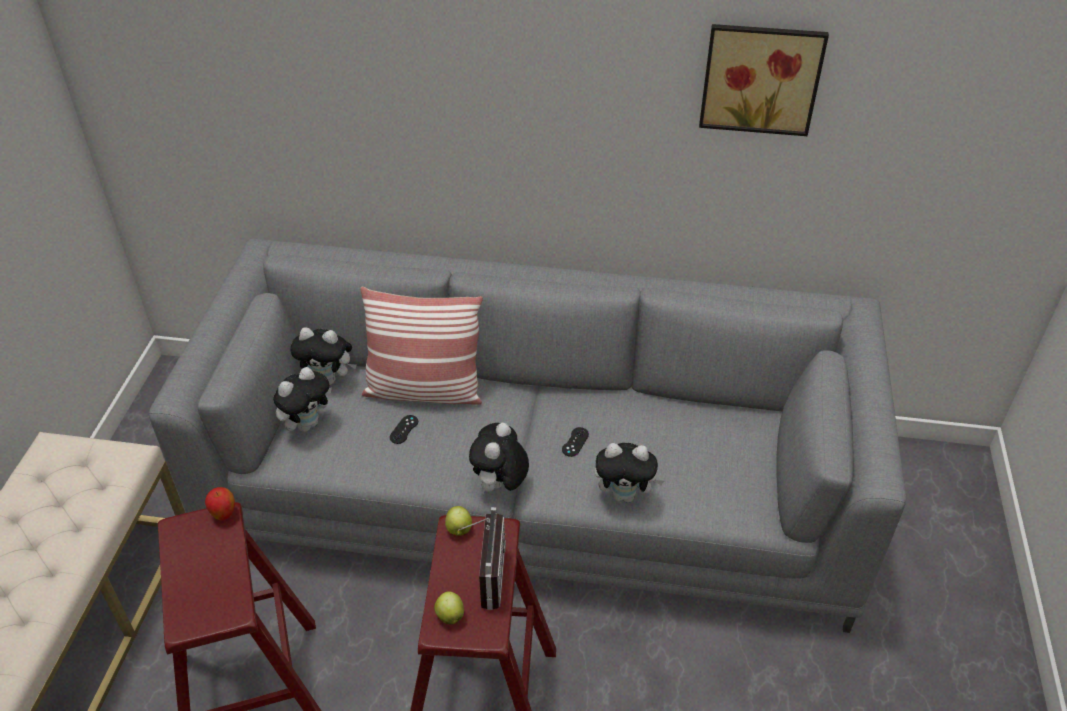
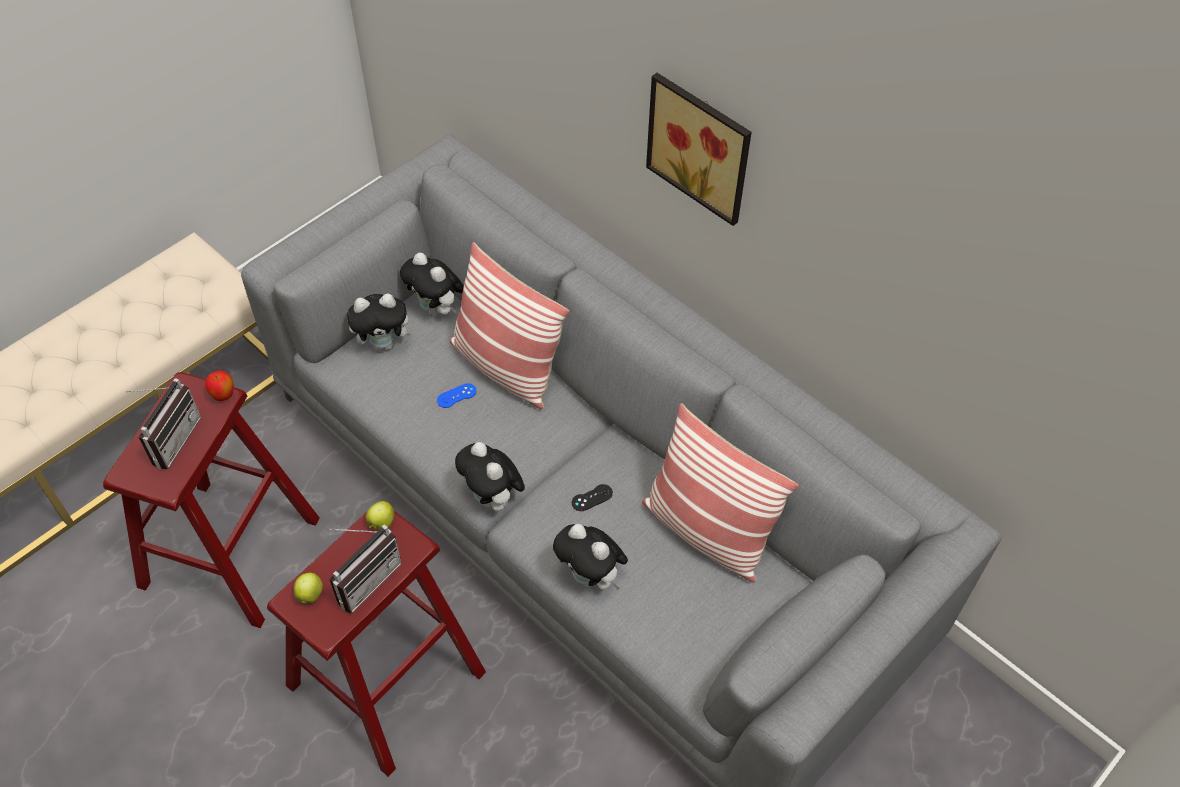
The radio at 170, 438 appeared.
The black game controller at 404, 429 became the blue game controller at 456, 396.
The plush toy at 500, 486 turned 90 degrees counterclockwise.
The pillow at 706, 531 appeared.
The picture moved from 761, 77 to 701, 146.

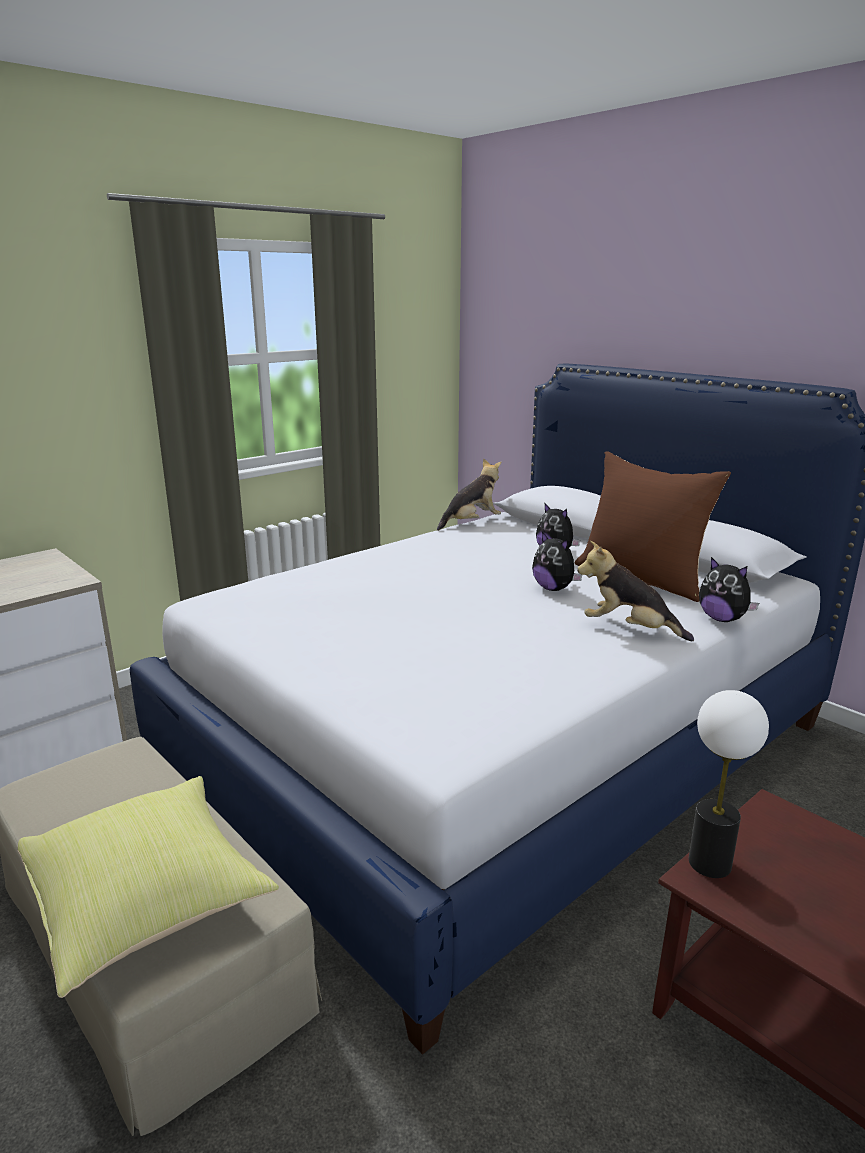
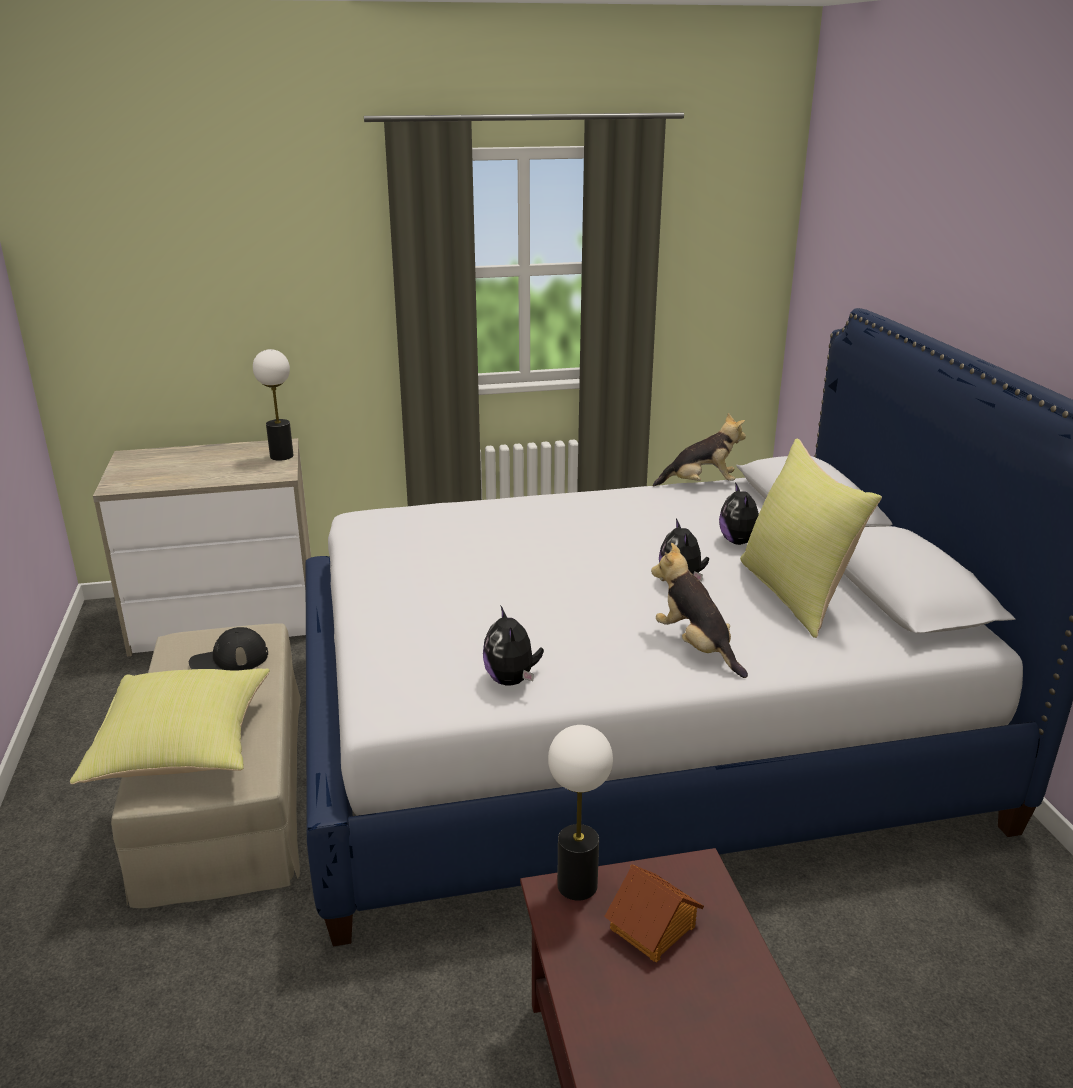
The black cap at 229, 660 appeared.
The table lamp at 281, 456 appeared.
The plush toy moved from 722, 619 to 512, 680.
The toy house at 653, 928 appeared.
The brown pillow at 643, 578 became the yellow pillow at 796, 594.

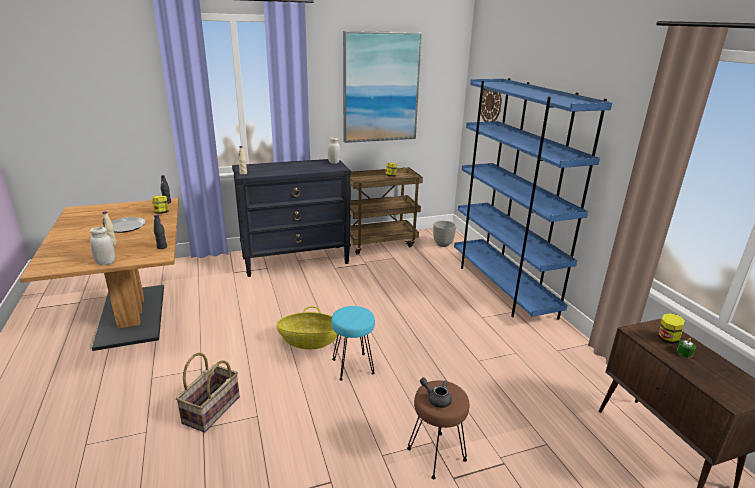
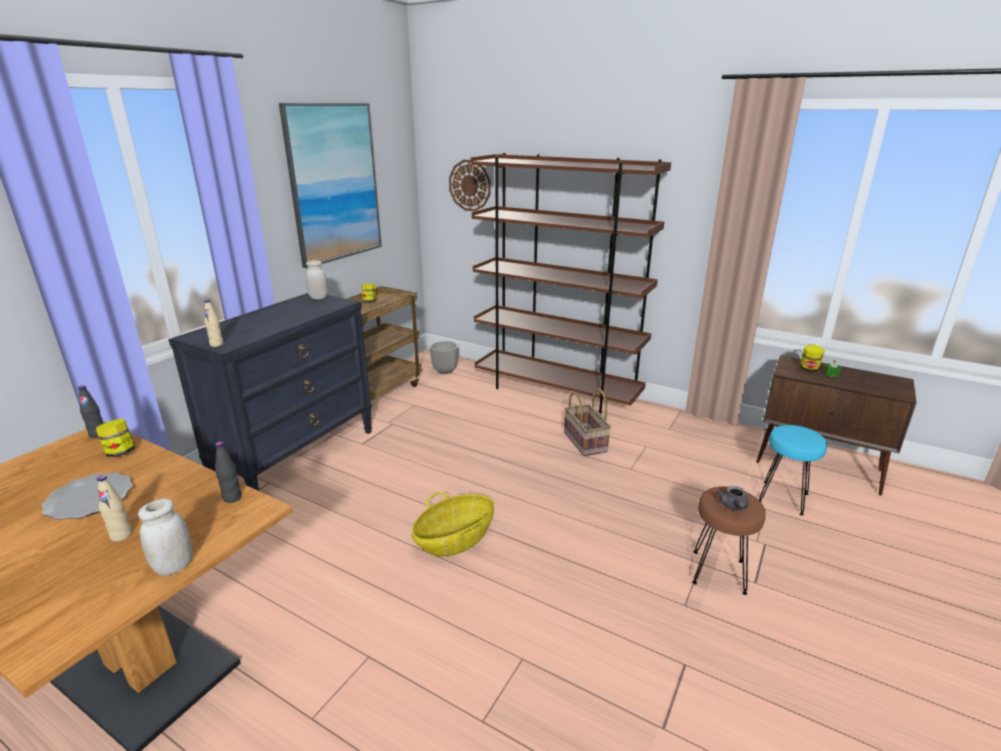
The blue bookcase at 502, 288 became the brown bookcase at 556, 392.
The basket moved from 212, 410 to 586, 442.
The grey teapot at 436, 398 turned 75 degrees counterclockwise.
The turquoise stool moved from 353, 367 to 783, 498.

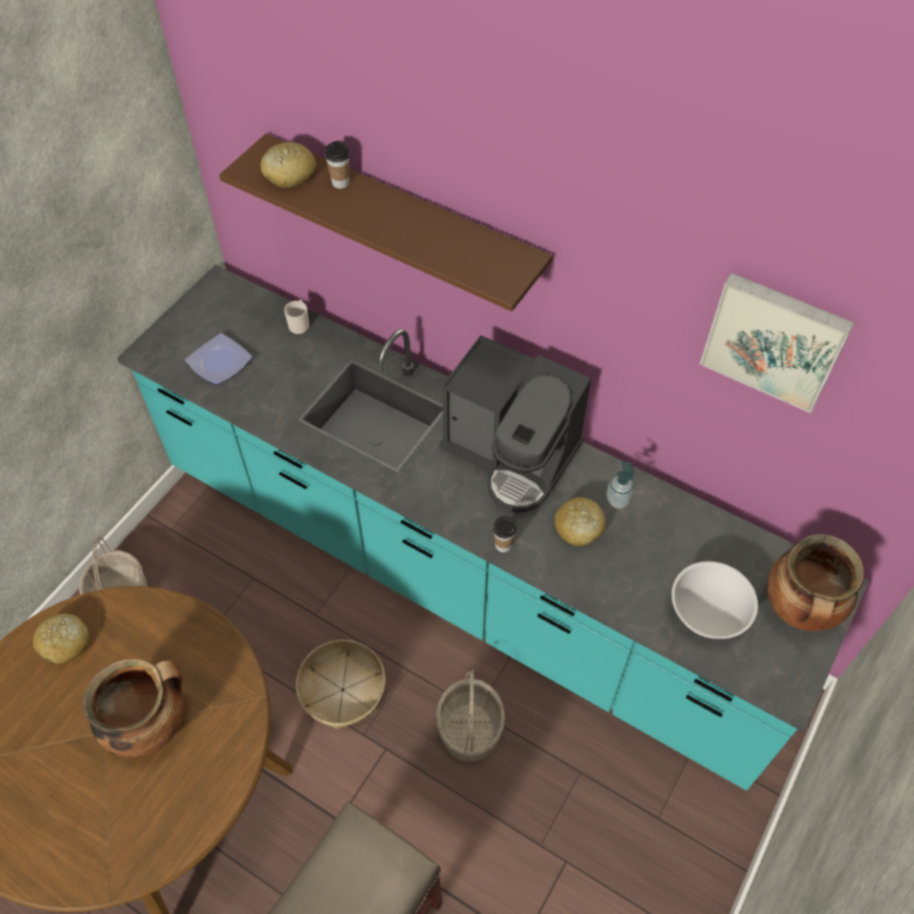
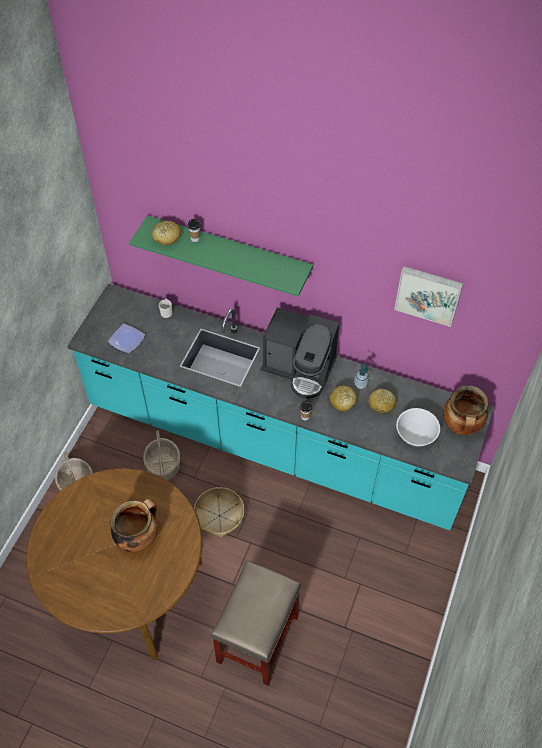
The brown shelf at 403, 219 became the green shelf at 229, 252.
The basket moved from 469, 728 to 163, 466.
The bread moved from 65, 643 to 381, 404.

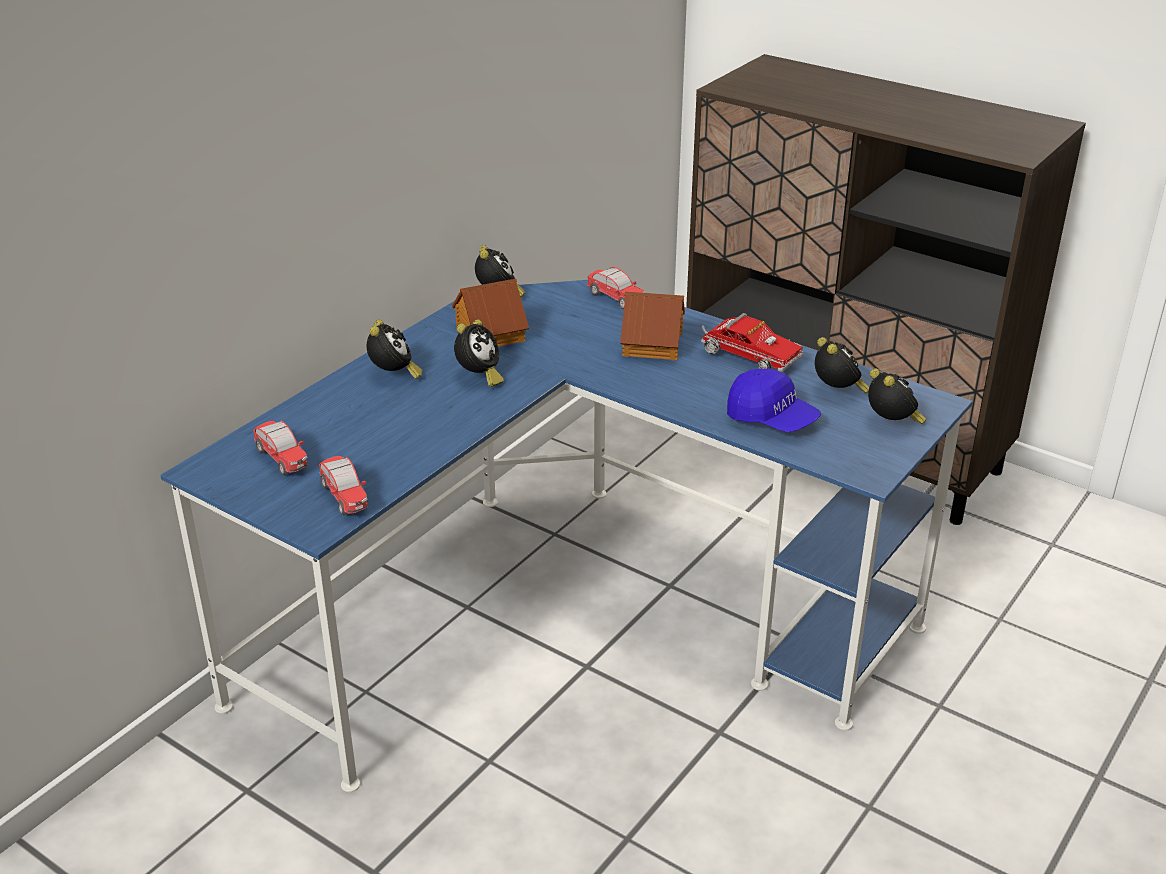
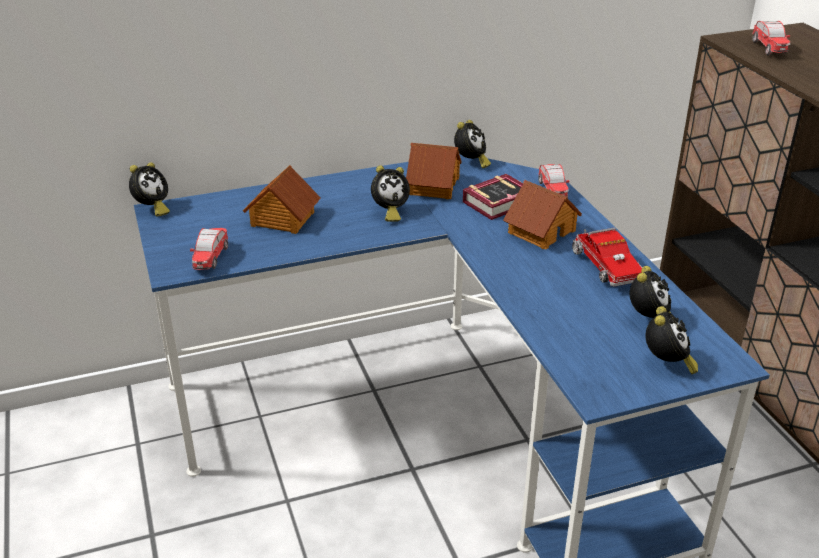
The alarm clock moved from 394, 375 to 152, 209.
The toy house at 282, 219 appeared.
The book at 501, 203 appeared.
The toy car moved from 282, 459 to 769, 48.
The blue cap at 771, 419 disappeared.

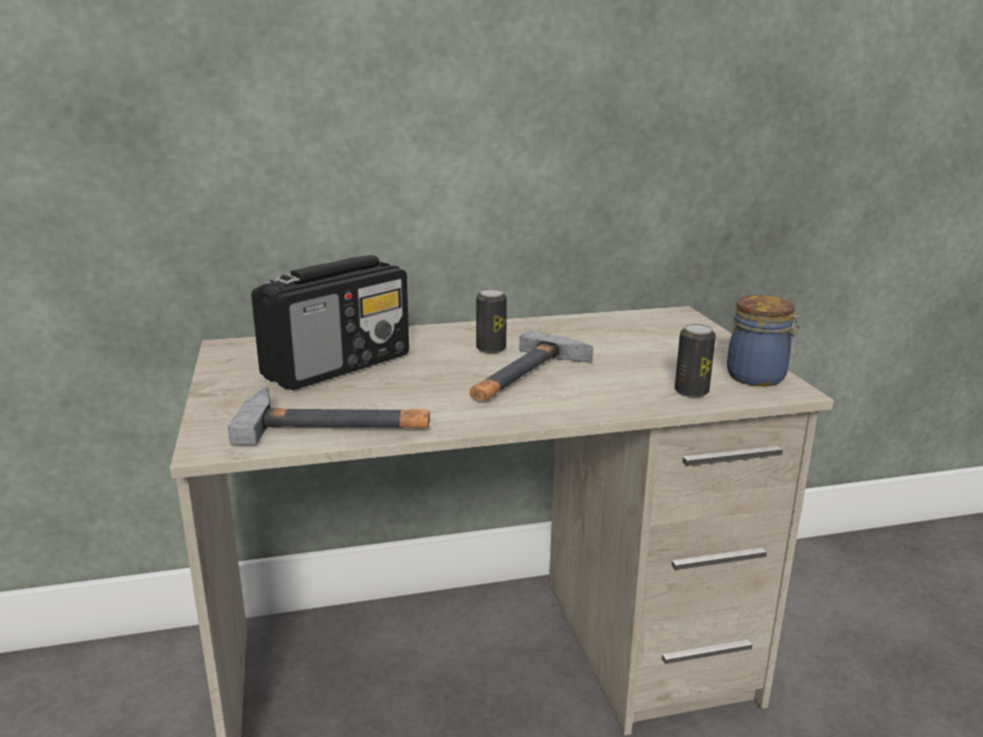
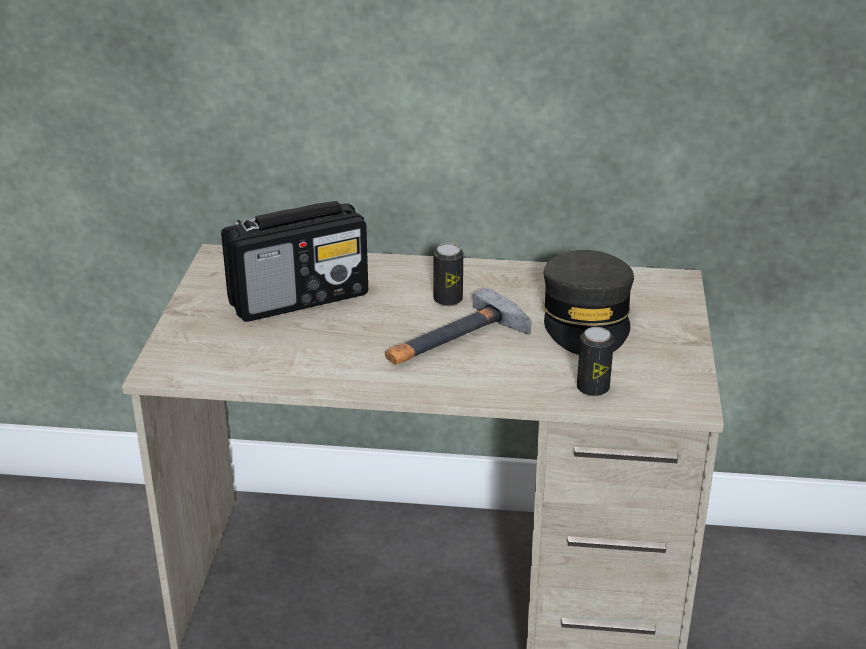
The grey cap at 587, 320 appeared.
The hammer at 336, 425 disappeared.
The jar at 758, 377 disappeared.

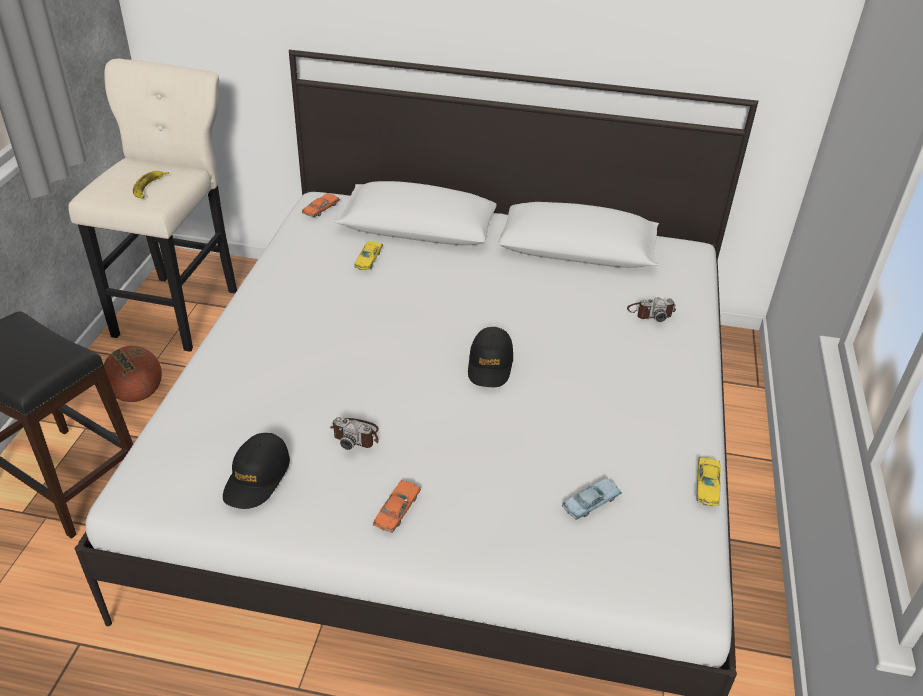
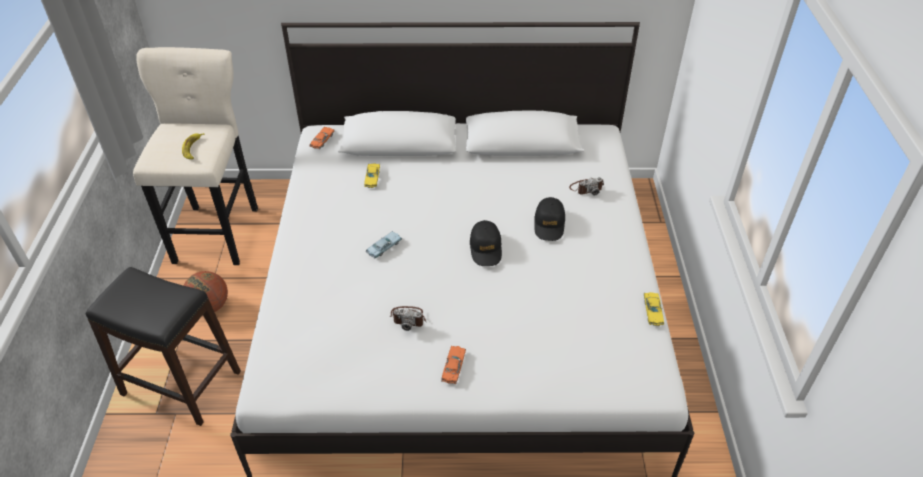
The blue toy car moved from 591, 502 to 384, 247.
The black cap moved from 257, 478 to 549, 224.

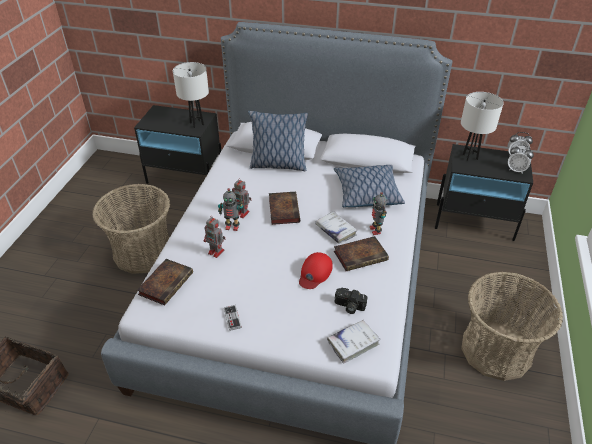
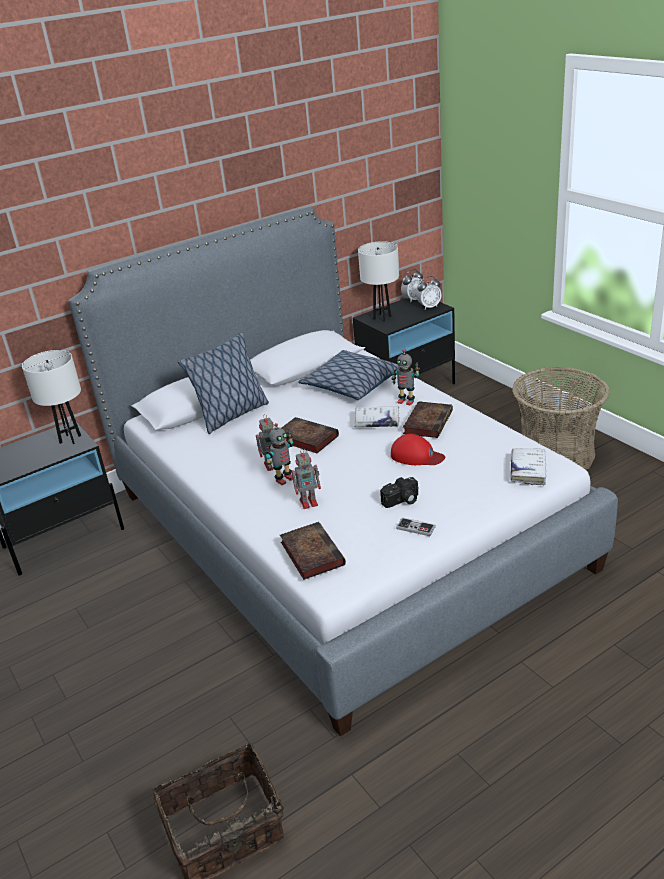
The photo camera moved from 349, 306 to 402, 501.
The red cap at 315, 273 turned 45 degrees counterclockwise.
The basket at 143, 252 disappeared.

